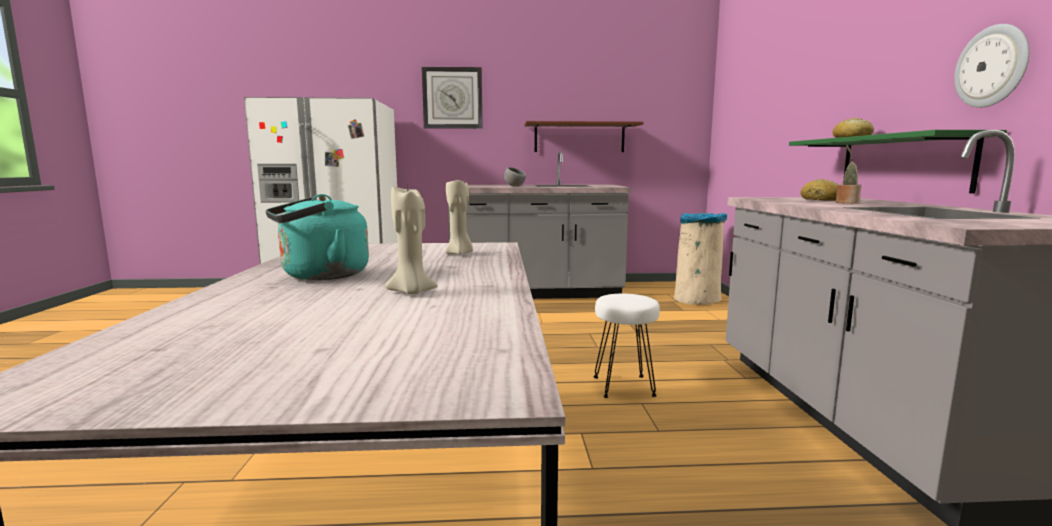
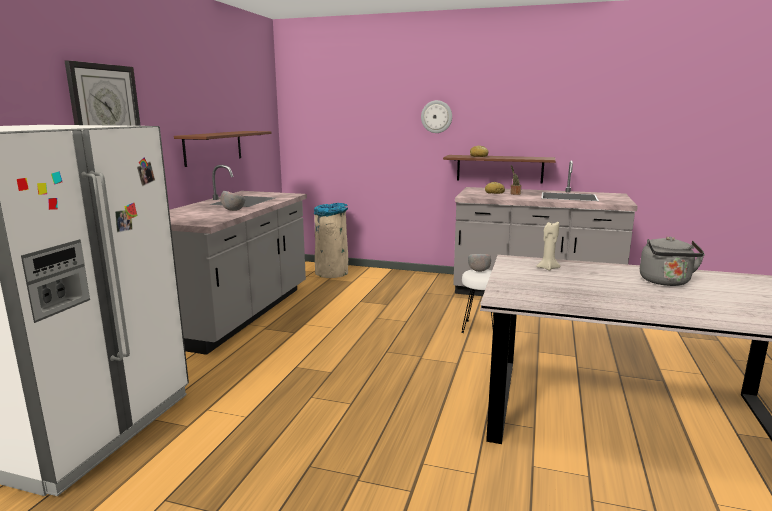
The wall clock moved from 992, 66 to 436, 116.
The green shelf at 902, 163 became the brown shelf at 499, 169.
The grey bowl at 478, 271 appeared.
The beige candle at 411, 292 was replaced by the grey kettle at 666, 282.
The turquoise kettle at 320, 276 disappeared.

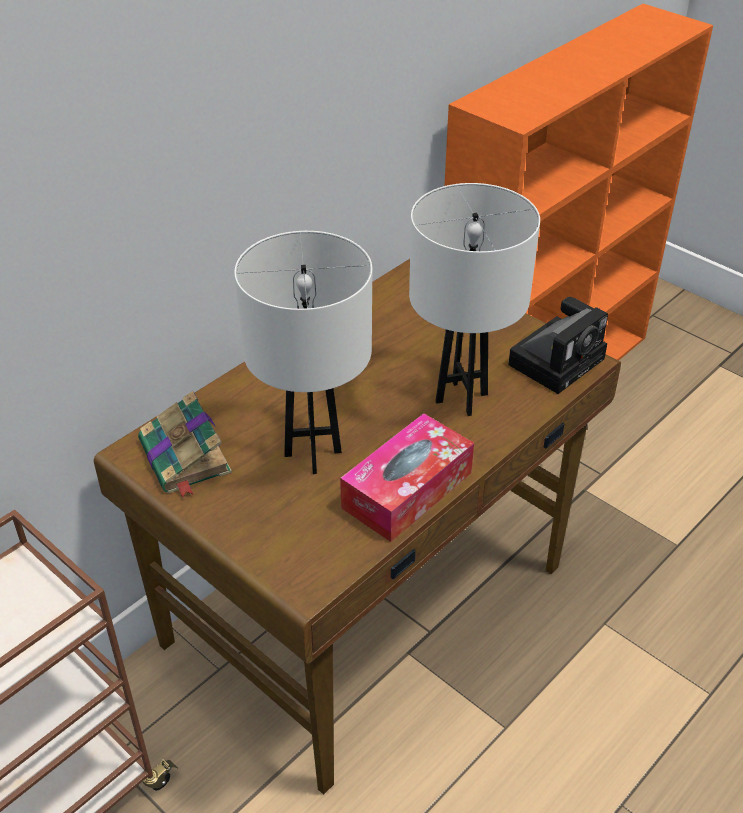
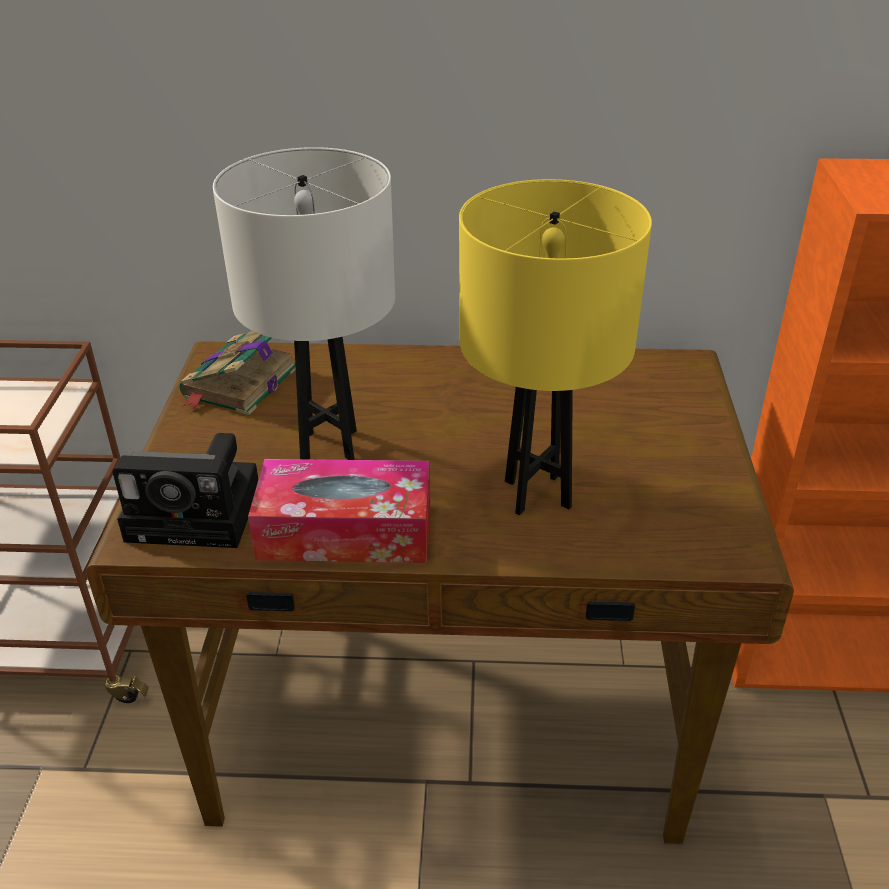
The photo camera moved from 558, 359 to 200, 513.
The white table lamp at 462, 397 became the yellow table lamp at 538, 493.

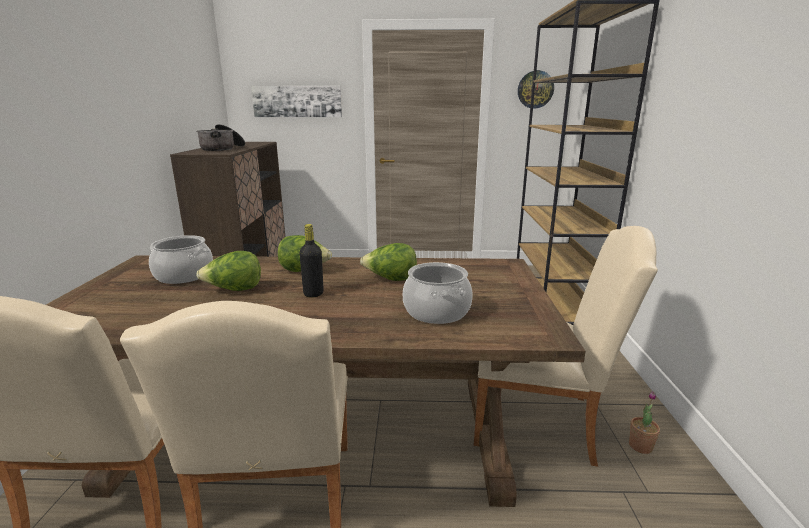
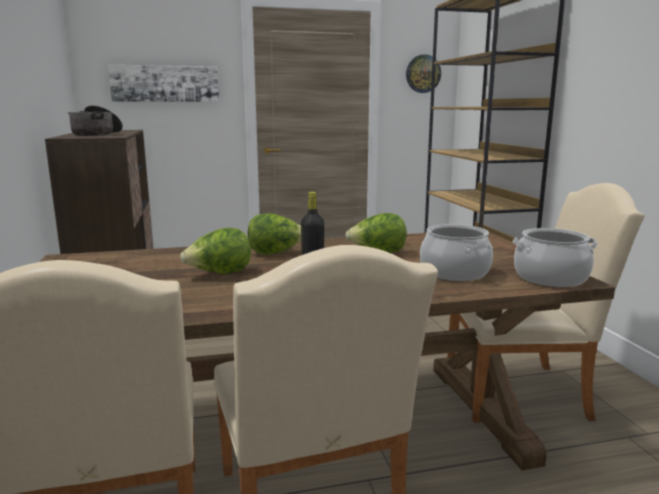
The cooking pot moved from 183, 275 to 550, 278.
The potted plant at 640, 446 disappeared.

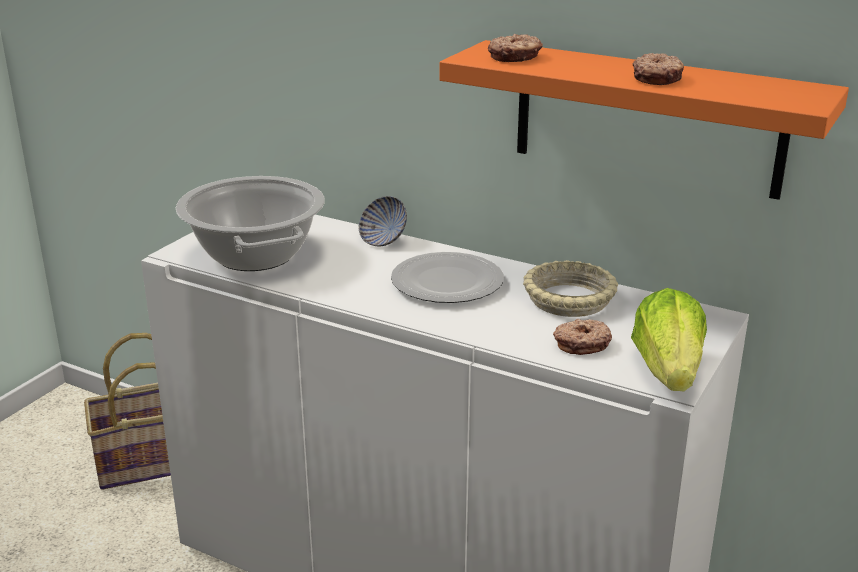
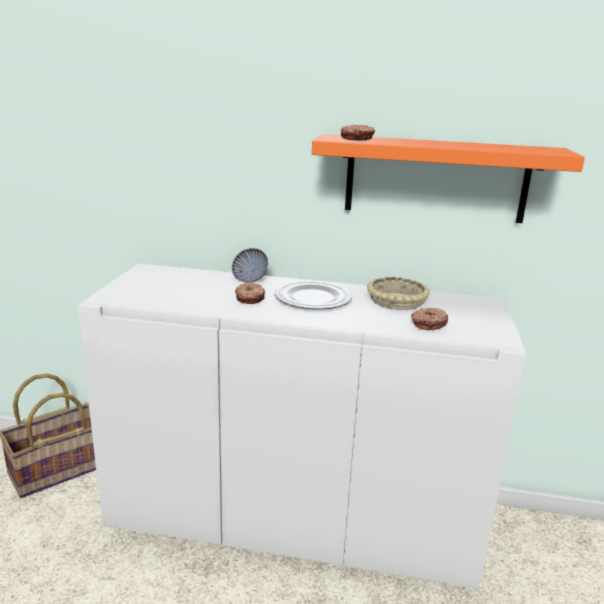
The donut moved from 658, 78 to 250, 298.
The cooking pot at 254, 254 disappeared.
The lettuce at 668, 371 disappeared.

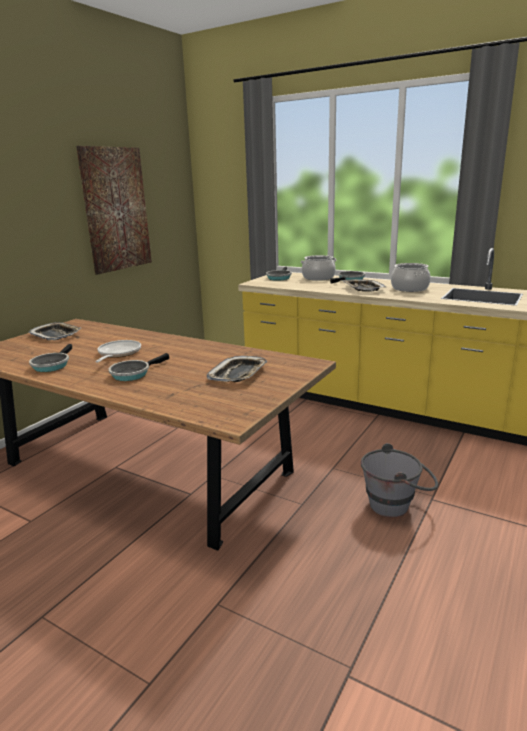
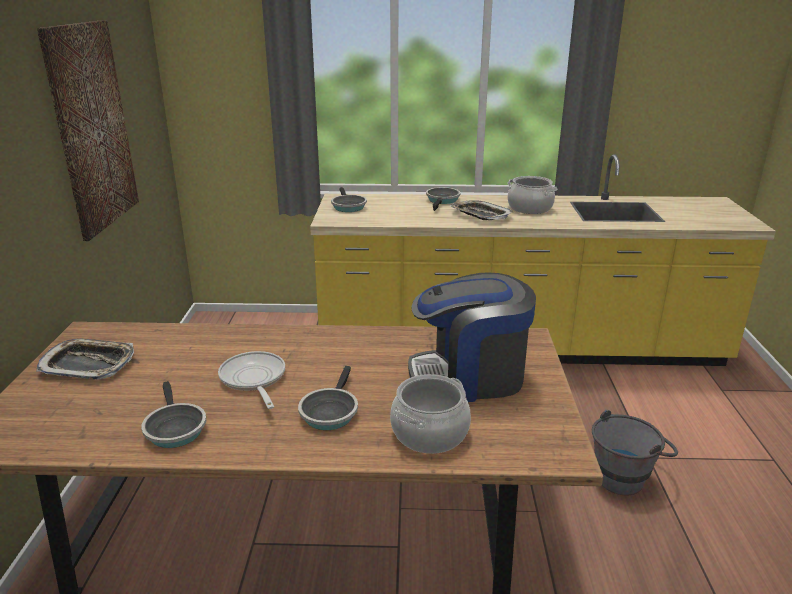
The cooking pot moved from 318, 278 to 429, 433.
The tray at 238, 374 was replaced by the coffee machine at 469, 376.

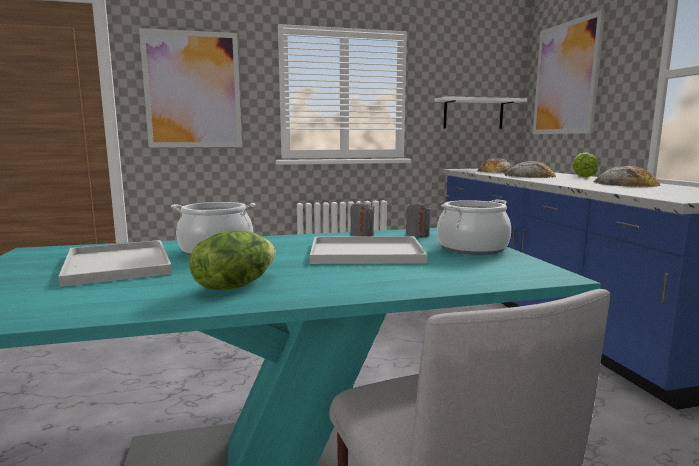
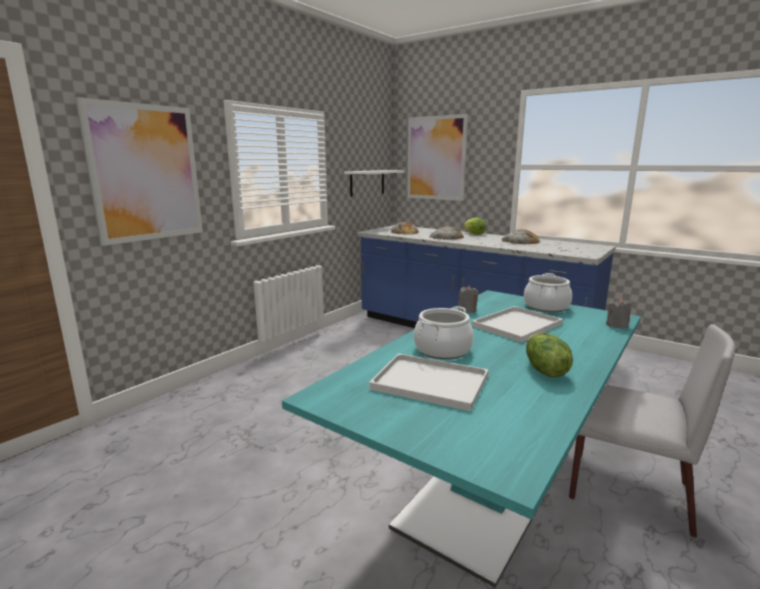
The grey candle moved from 417, 234 to 617, 325.

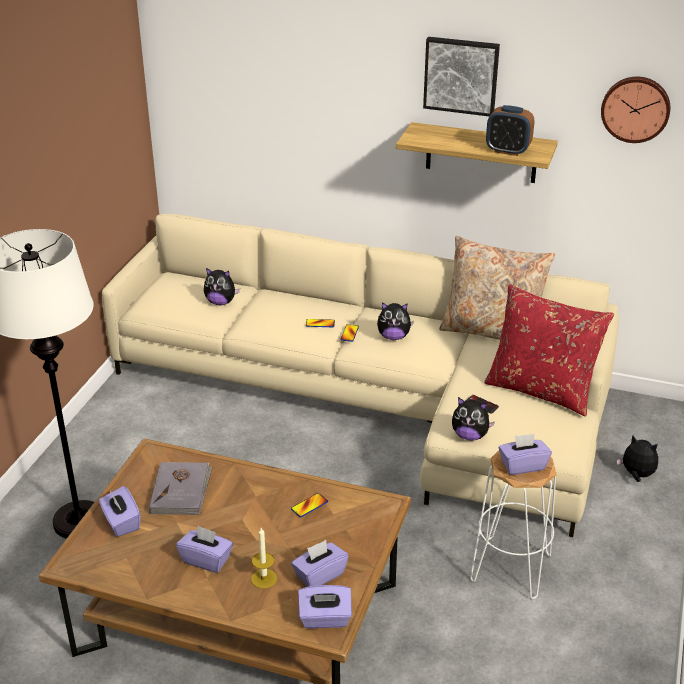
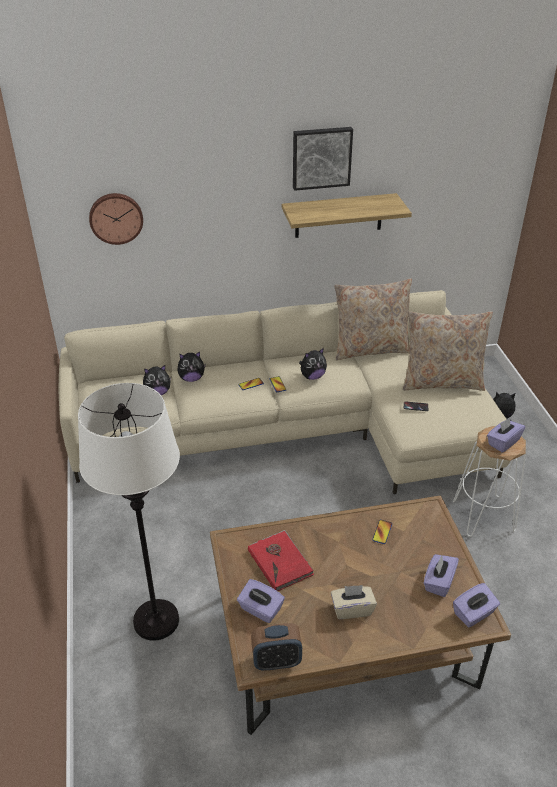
The wall clock moved from 635, 108 to 116, 217.
The plush toy moved from 470, 436 to 191, 378.
The grey book at 181, 490 became the red book at 280, 562.
The alarm clock moved from 508, 151 to 276, 661.
The purple tissue box at 206, 560 became the beige tissue box at 352, 609.
The red pillow at 541, 390 became the beige pillow at 441, 381.
The candle at 264, 578 disappeared.

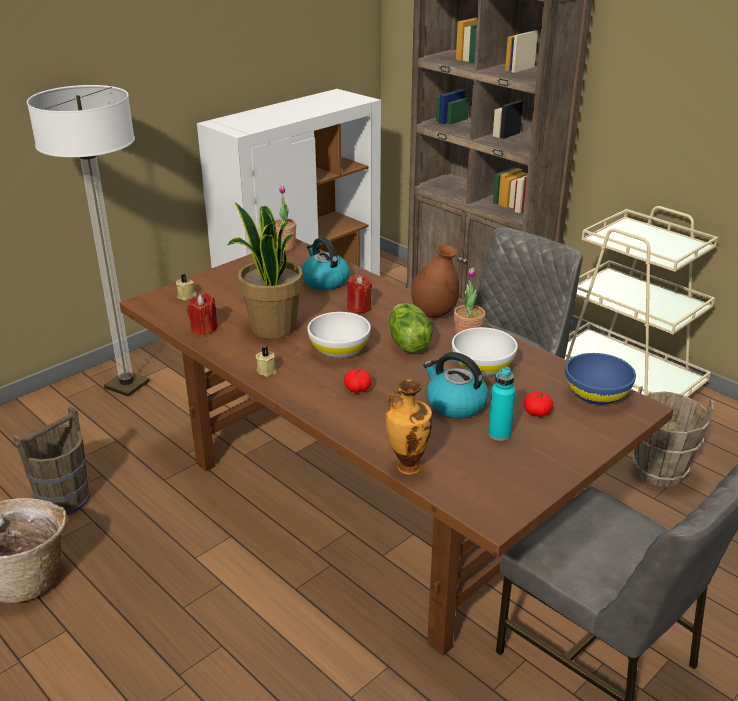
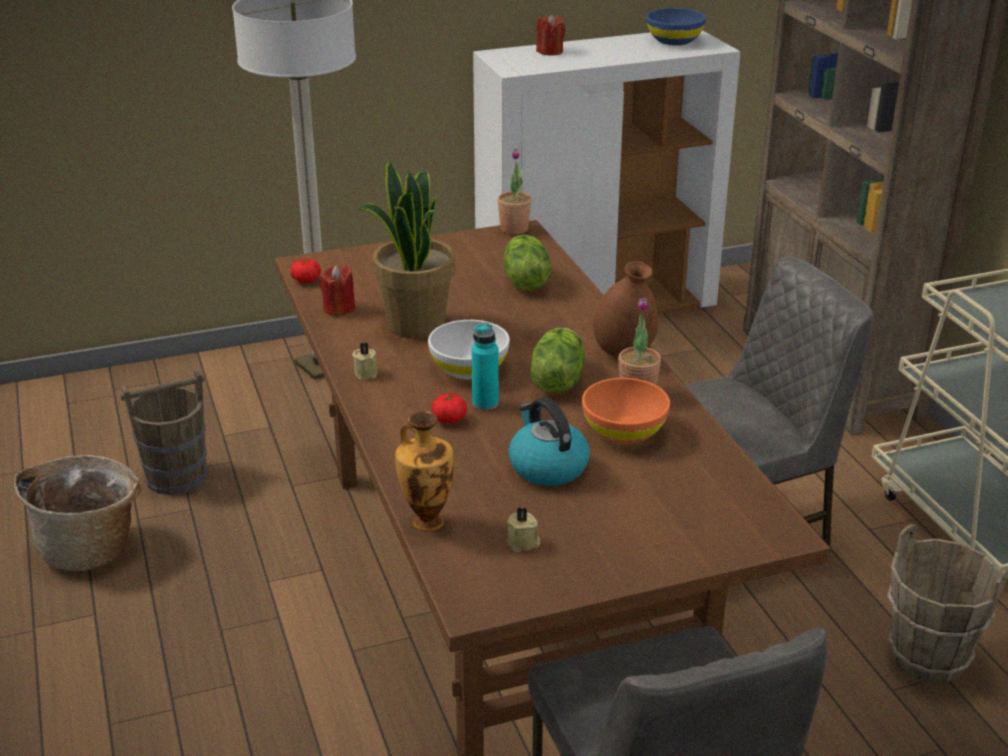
The tomato moved from 537, 412 to 306, 280.
The turquoise bottle moved from 499, 434 to 485, 403.
The kettle at 324, 281 was replaced by the lettuce at 524, 282.
The beige candle moved from 187, 296 to 523, 543.
The red candle moved from 359, 308 to 550, 51.
The white bowl at 482, 366 became the orange bowl at 624, 431.
The blue bowl moved from 596, 394 to 674, 41.

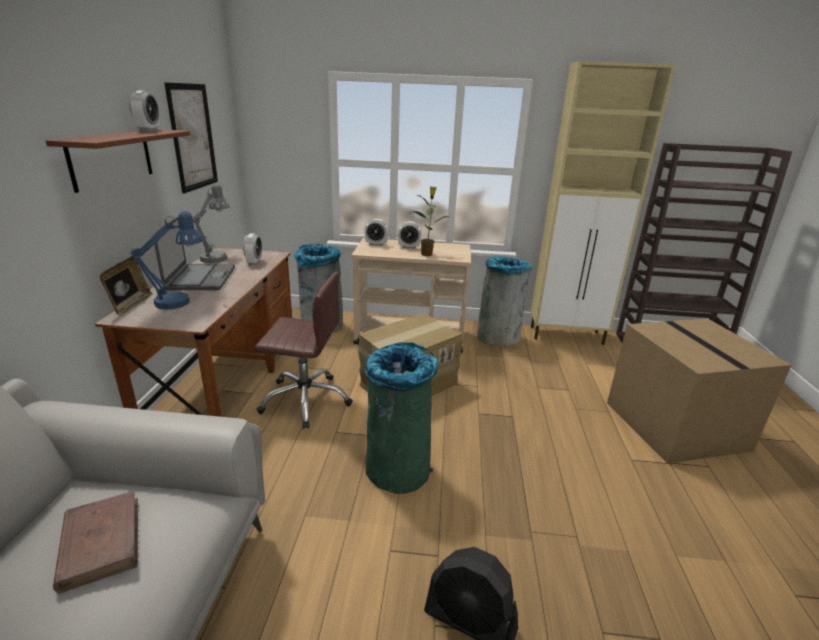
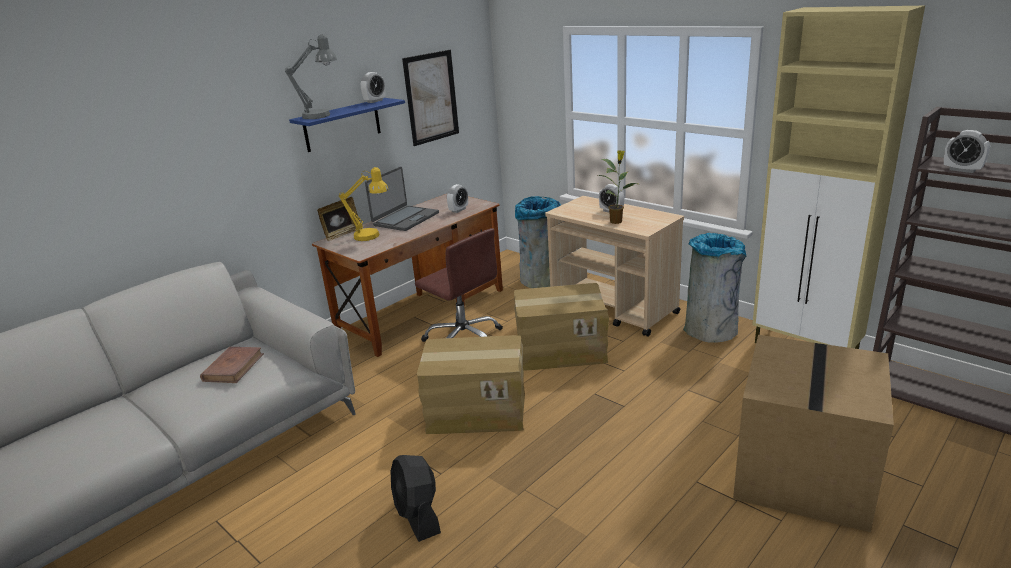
The grey table lamp moved from 217, 257 to 322, 115.
The brown shelf at 111, 158 became the blue shelf at 342, 125.
The blue table lamp at 180, 301 became the yellow table lamp at 372, 236.
The green trash can at 397, 468 was replaced by the cardboard box at 477, 410.
The alarm clock moved from 376, 244 to 962, 170.

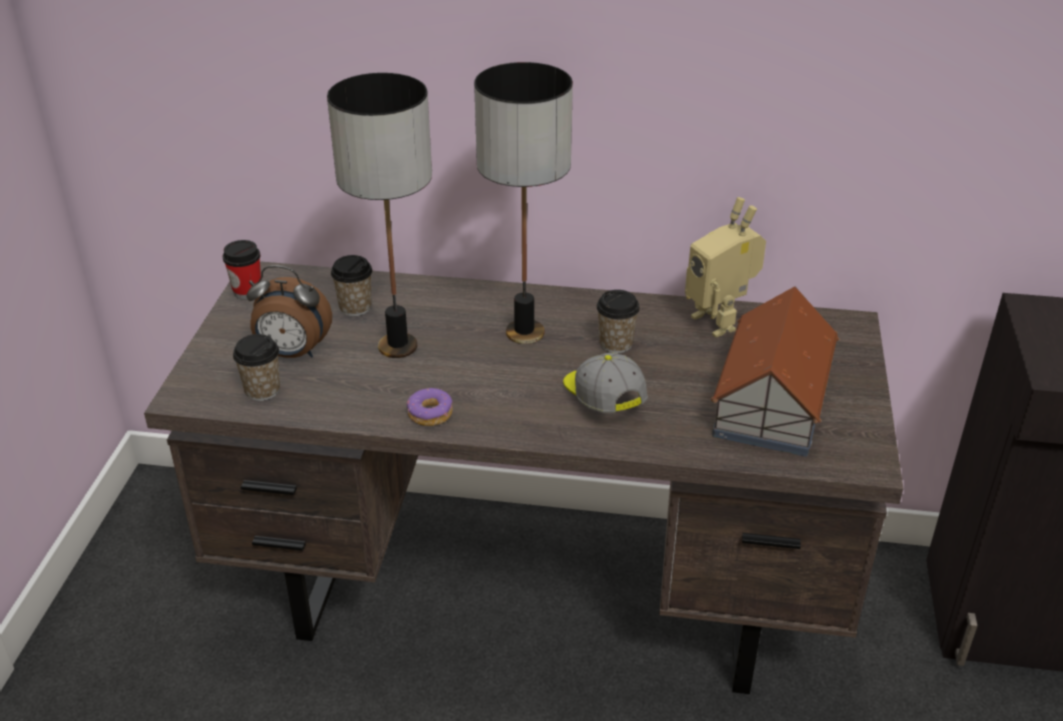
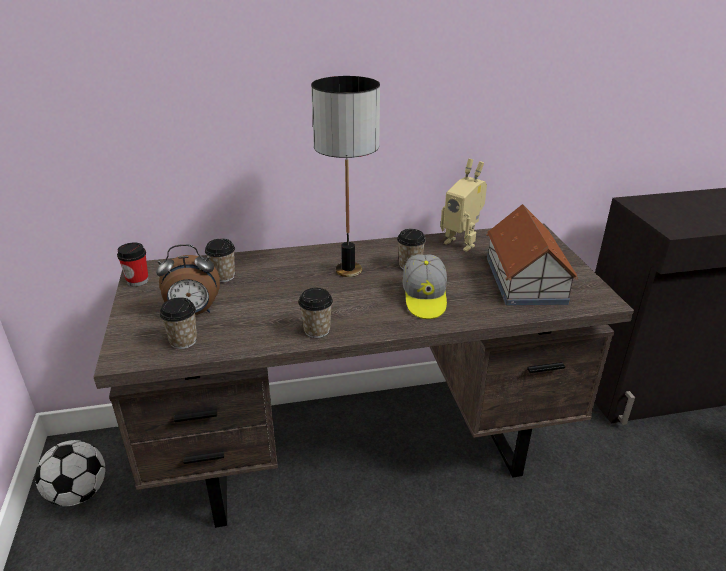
The football at 78, 493 appeared.
The donut at 430, 414 was replaced by the cup at 317, 330.
The cap at 602, 399 turned 135 degrees counterclockwise.
The table lamp at 399, 347 disappeared.

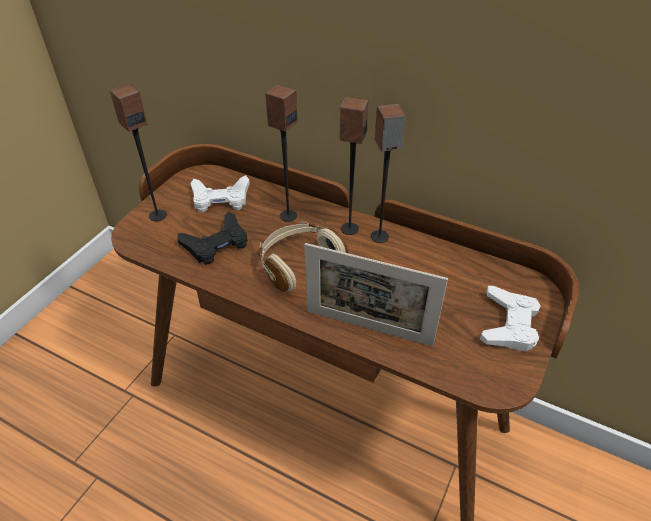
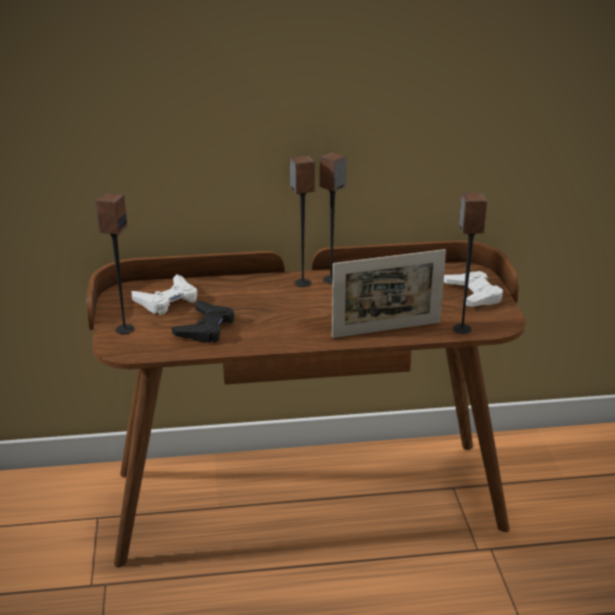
The speaker moved from 288, 215 to 461, 329.
The beige headphones at 299, 263 disappeared.

